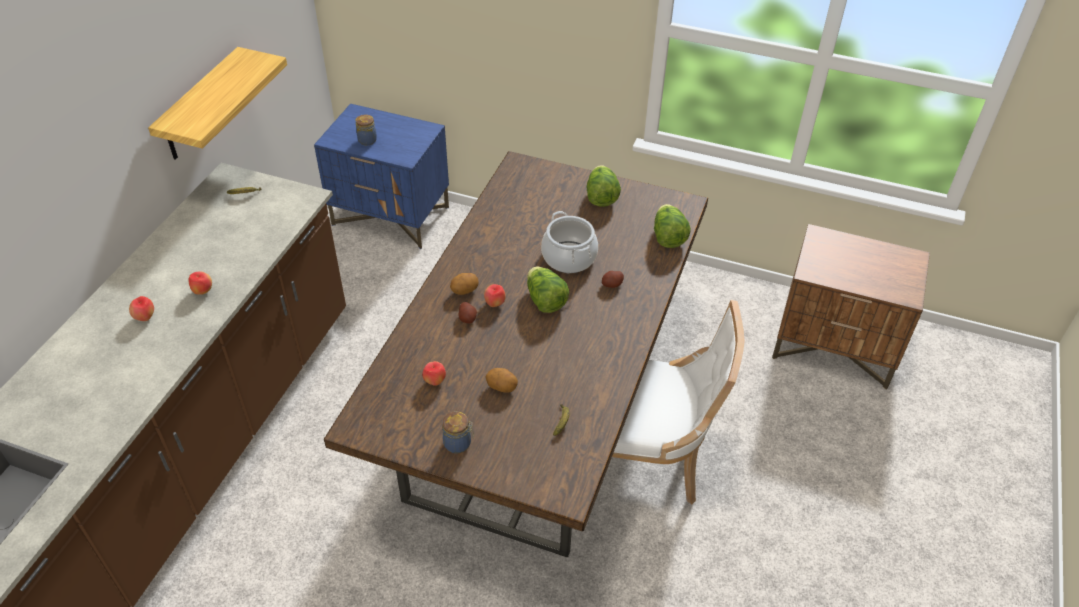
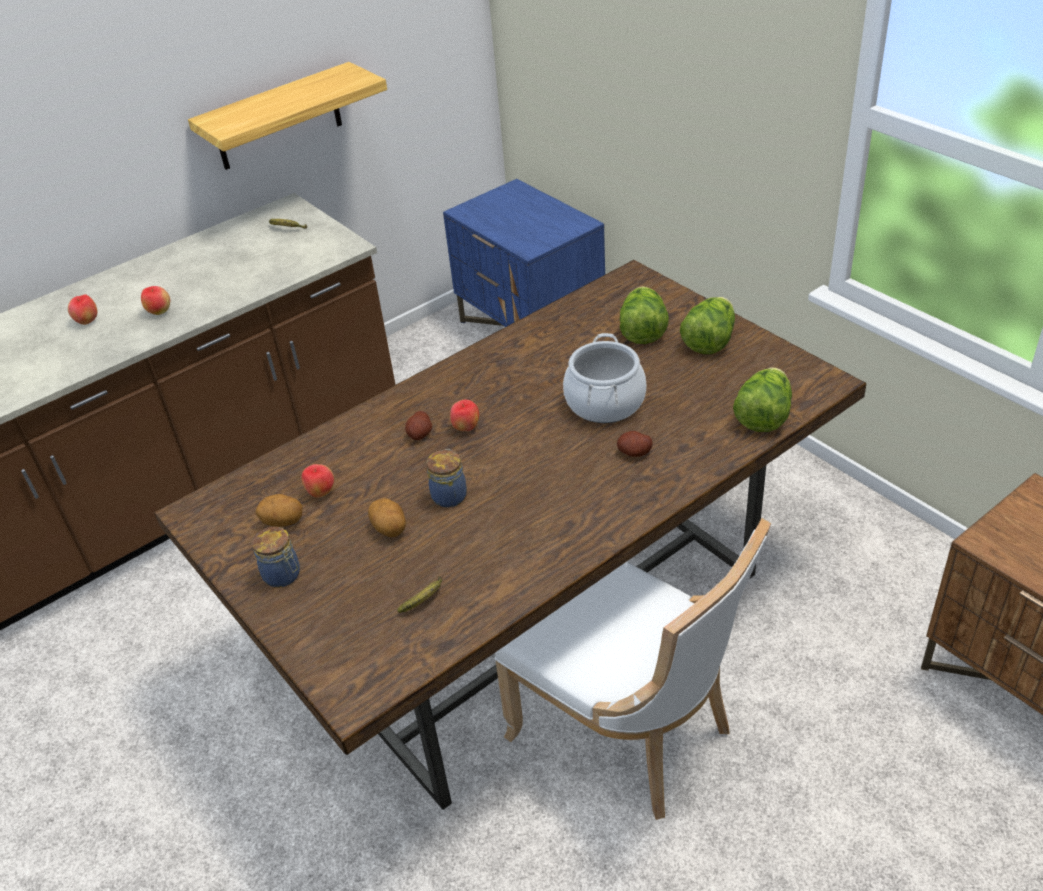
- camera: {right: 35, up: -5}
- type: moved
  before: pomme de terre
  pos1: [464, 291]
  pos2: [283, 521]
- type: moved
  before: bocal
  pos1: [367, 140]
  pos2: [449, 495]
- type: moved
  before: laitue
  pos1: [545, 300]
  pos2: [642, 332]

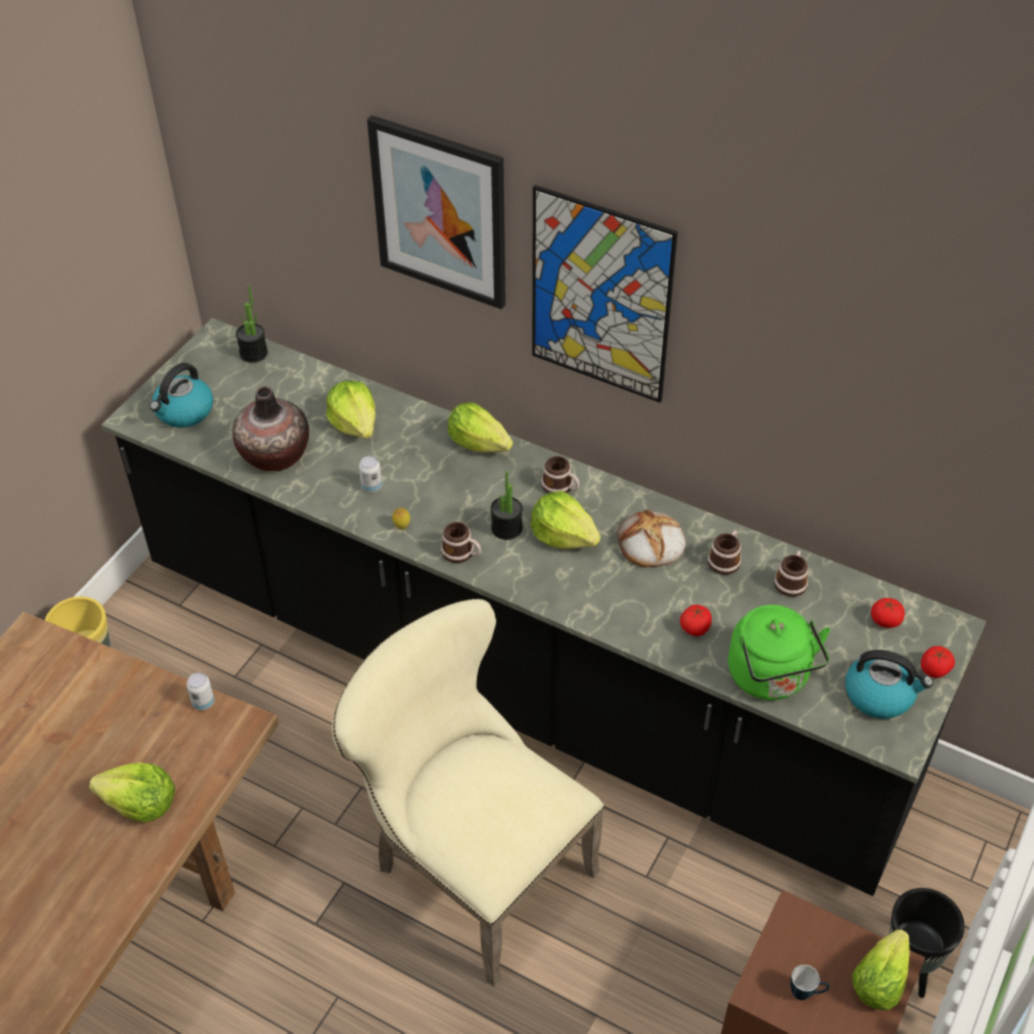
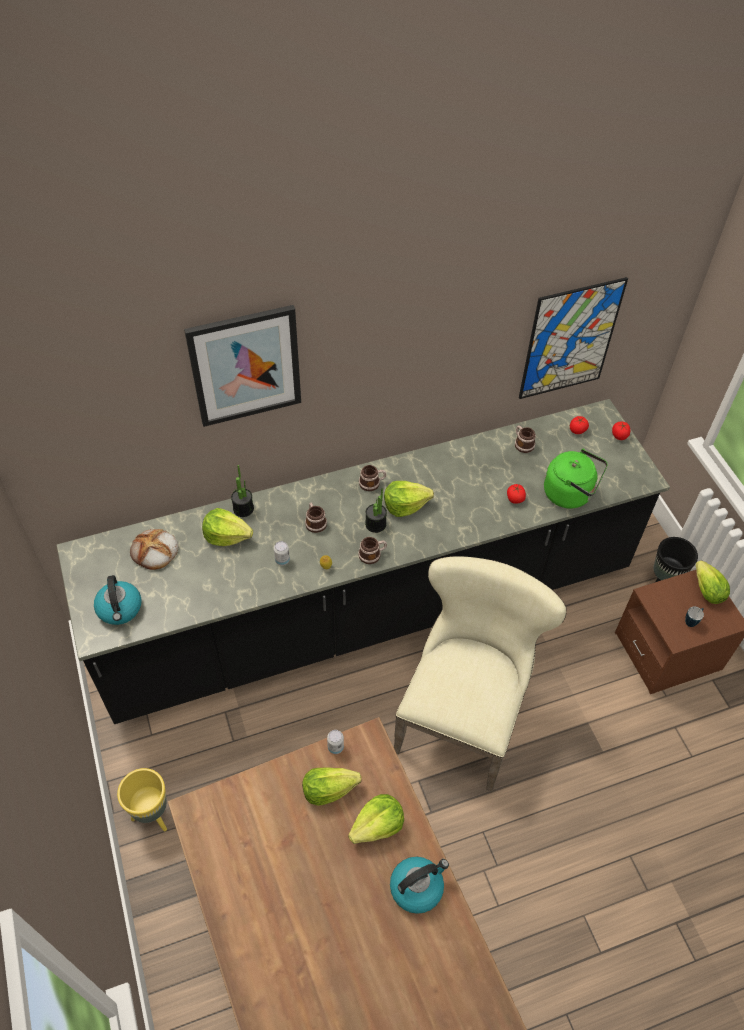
- camera: {right: -50, up: 5}
- type: moved
  before: pain
  pos1: [650, 543]
  pos2: [155, 551]
- type: moved
  before: plante en pot
  pos1: [253, 353]
  pos2: [243, 509]
- type: moved
  before: laitue
  pos1: [478, 443]
  pos2: [328, 789]
- type: moved
  before: mug
  pos1: [725, 559]
  pos2: [315, 522]
- type: moved
  before: bouilloire
  pos1: [880, 695]
  pos2: [417, 887]
- type: turned
  before: chaise/beige
  pos1: [472, 868]
  pos2: [463, 715]
  turn: 120
- type: moved
  before: tableau
  pos1: [600, 296]
  pos2: [570, 340]
- type: removed
  before: vase
  pos1: [274, 454]

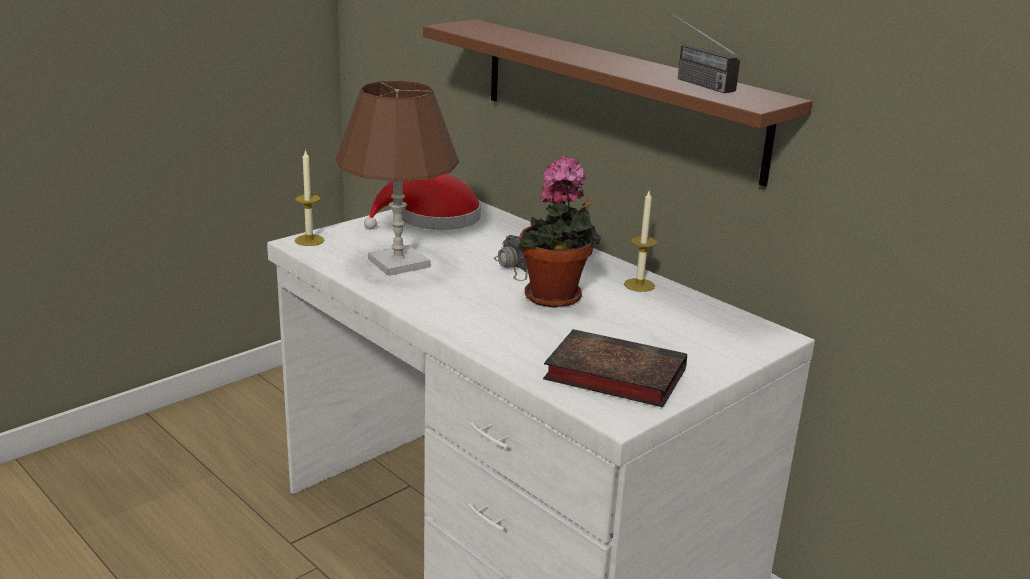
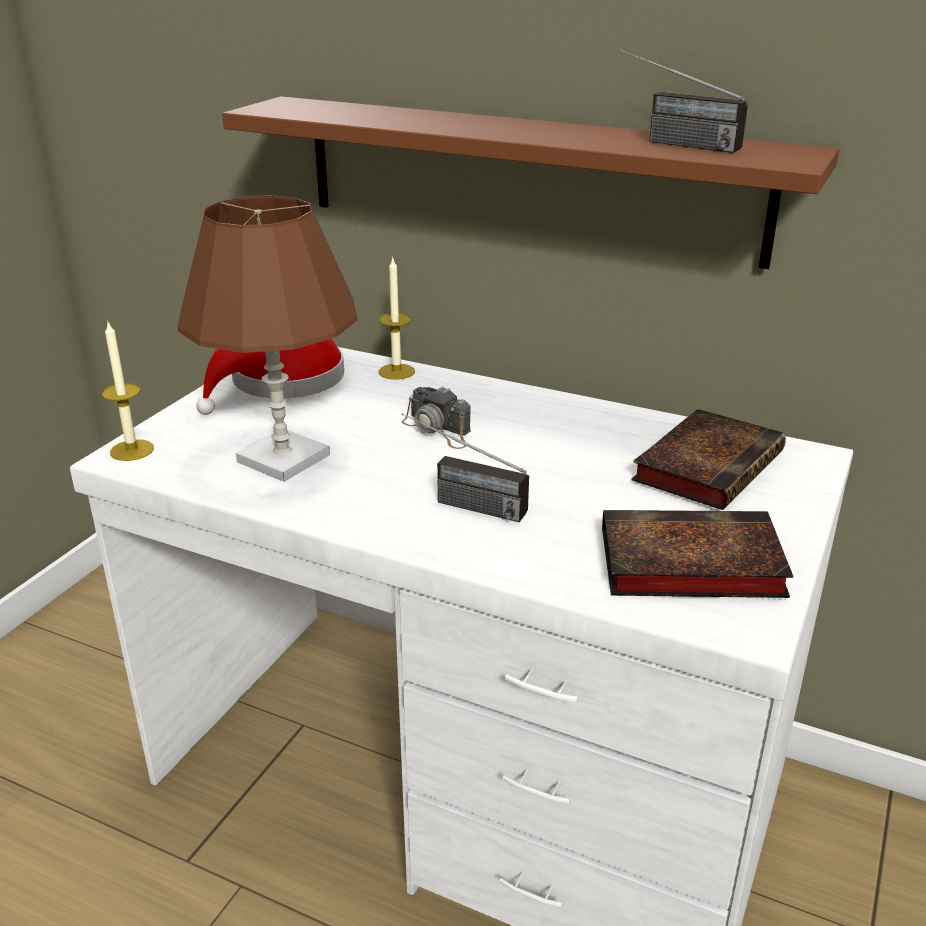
- camera: {right: -20, up: 5}
- type: moved
  before: bougie
  pos1: [639, 285]
  pos2: [396, 371]
- type: added
  after: radio
  pos2: [459, 503]
- type: added
  after: livre
  pos2: [708, 465]
- type: removed
  before: plante en pot
  pos1: [555, 299]

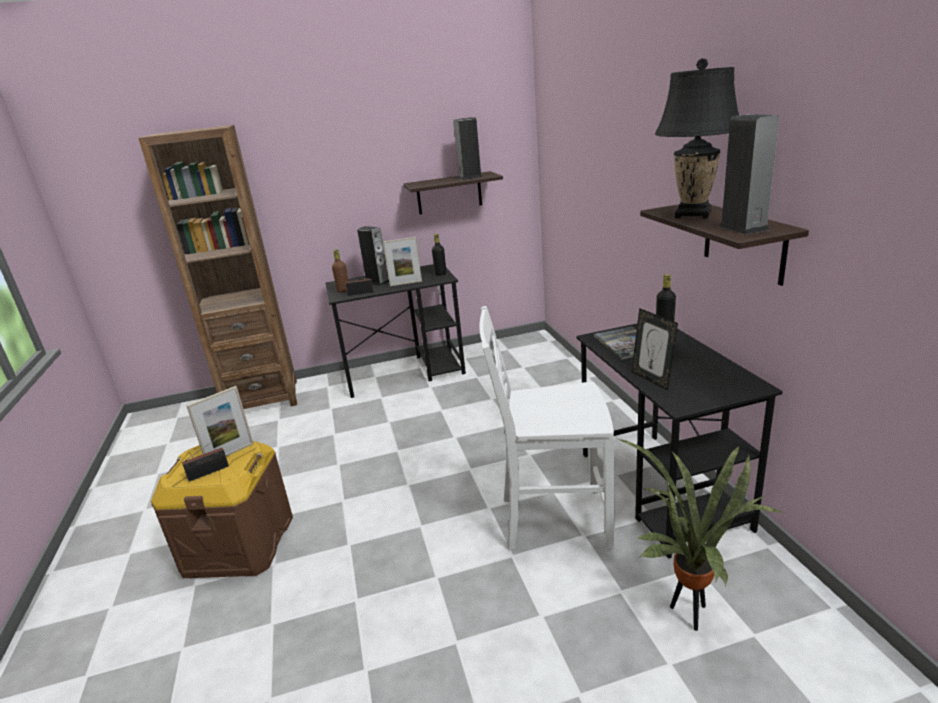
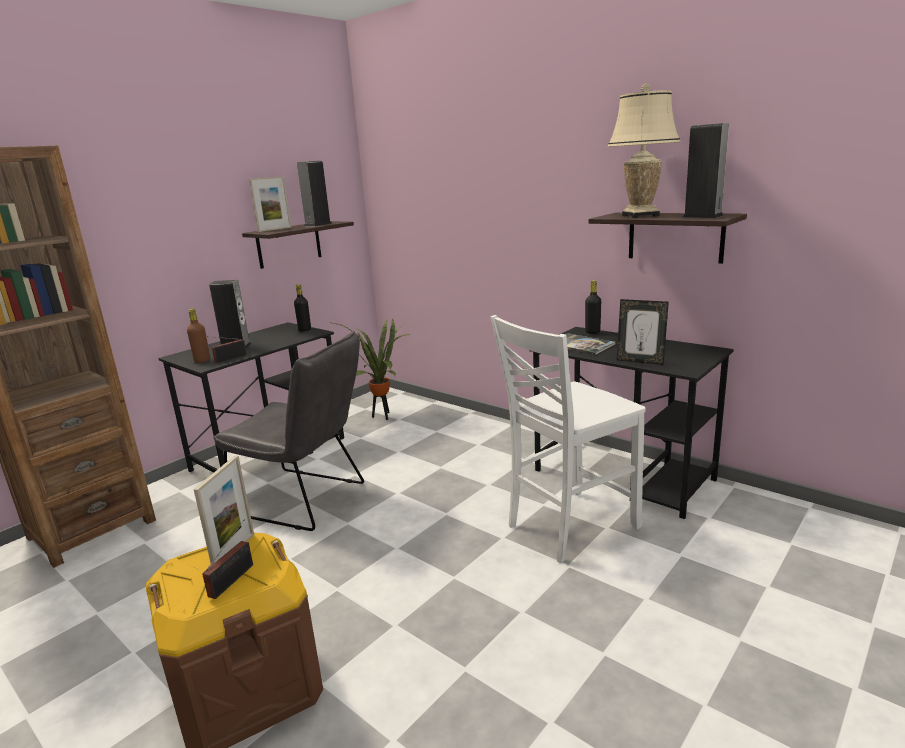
- camera: {right: -35, up: -5}
- type: added
  after: chaise/gris
  pos2: [305, 500]
- type: moved
  before: cadre photo
  pos1: [406, 283]
  pos2: [274, 229]
- type: moved
  before: plante en pot
  pos1: [688, 612]
  pos2: [381, 416]
- type: recoloured
  before: lampe de table/noir
  after: lampe de table/beige
  pos1: [692, 214]
  pos2: [640, 216]

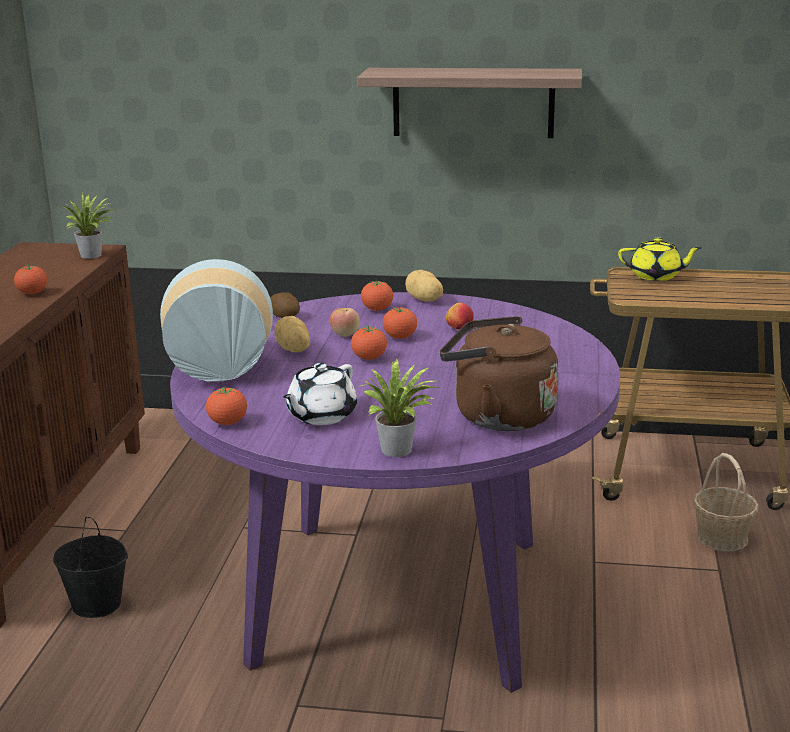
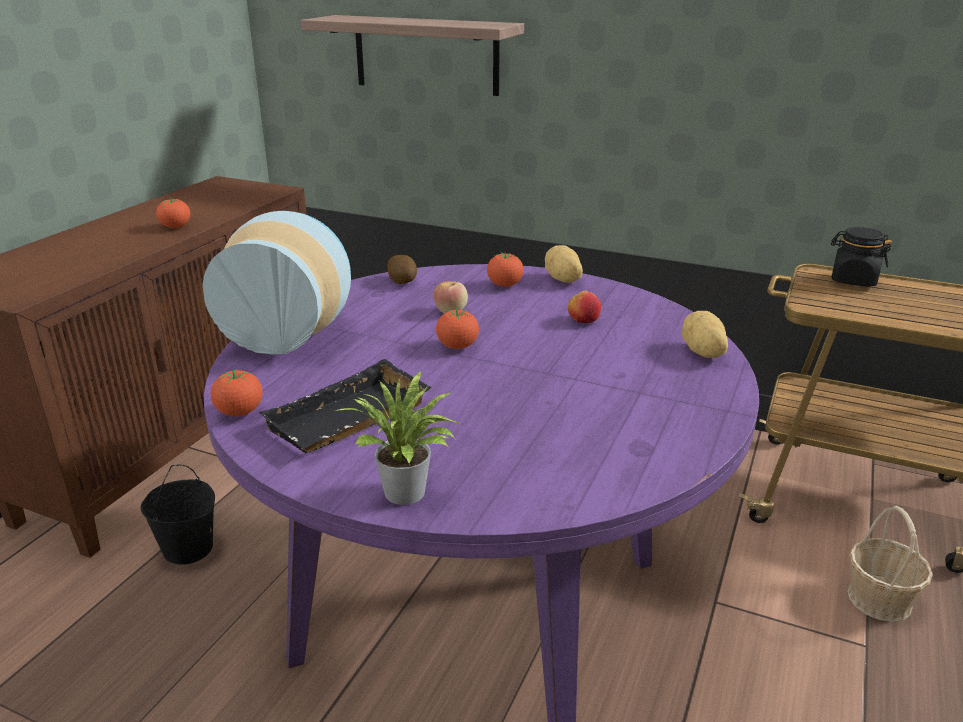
- camera: {right: 15, up: 5}
- type: replaced
  before: théière/blanc
  after: plateau/noir
  pos1: [320, 416]
  pos2: [349, 420]
- type: moved
  before: étagère
  pos1: [473, 102]
  pos2: [426, 55]
- type: moved
  before: pomme de terre
  pos1: [292, 350]
  pos2: [702, 353]
- type: replaced
  before: théière/jaune
  after: bocal/noir
  pos1: [656, 276]
  pos2: [853, 280]
- type: removed
  before: plante en pot
  pos1: [93, 256]
- type: removed
  before: tomate
  pos1: [400, 337]
- type: removed
  before: bouilloire/marron
  pos1: [497, 416]

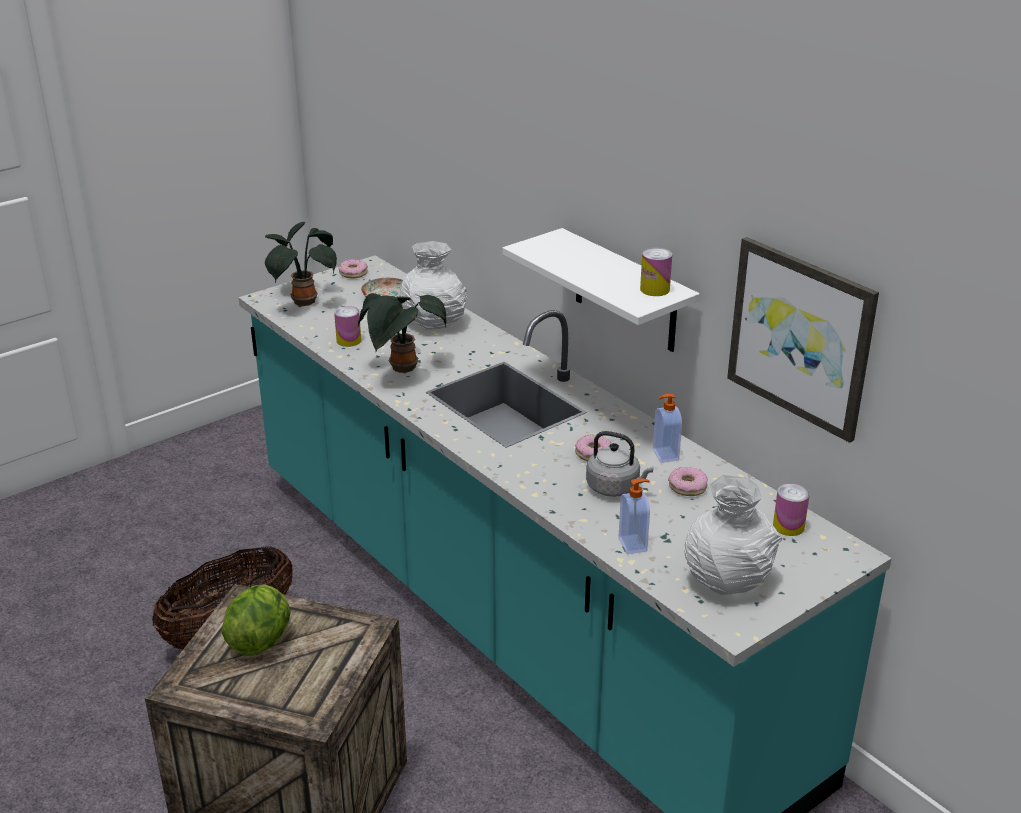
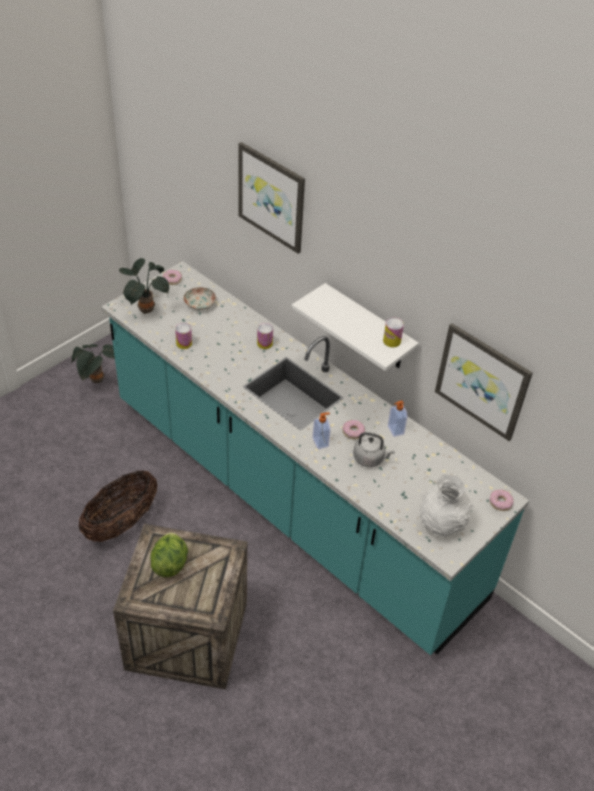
- camera: {right: -10, up: 15}
- type: moved
  before: plante en pot
  pos1: [402, 369]
  pos2: [96, 380]
- type: added
  after: tableau
  pos2: [272, 197]
- type: moved
  before: boîte métallique
  pos1: [788, 526]
  pos2: [264, 343]
- type: moved
  before: distributeur de savon
  pos1: [633, 544]
  pos2: [321, 442]
- type: moved
  before: beignet
  pos1: [687, 487]
  pos2: [500, 502]
- type: removed
  before: vase/blanc
  pos1: [435, 323]

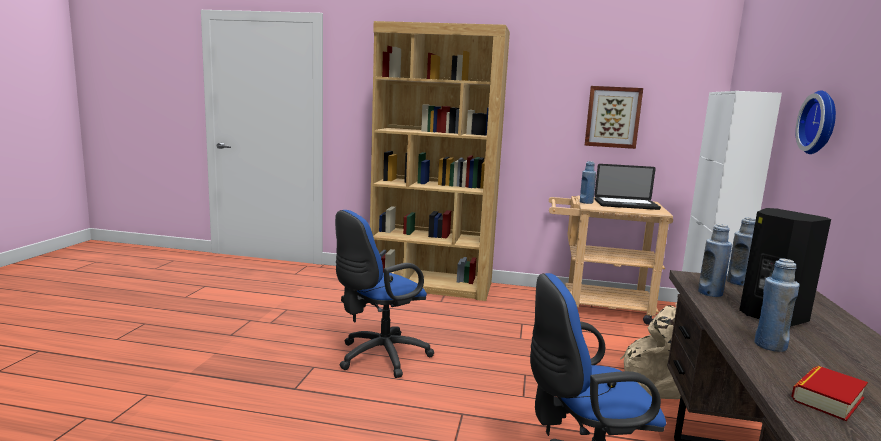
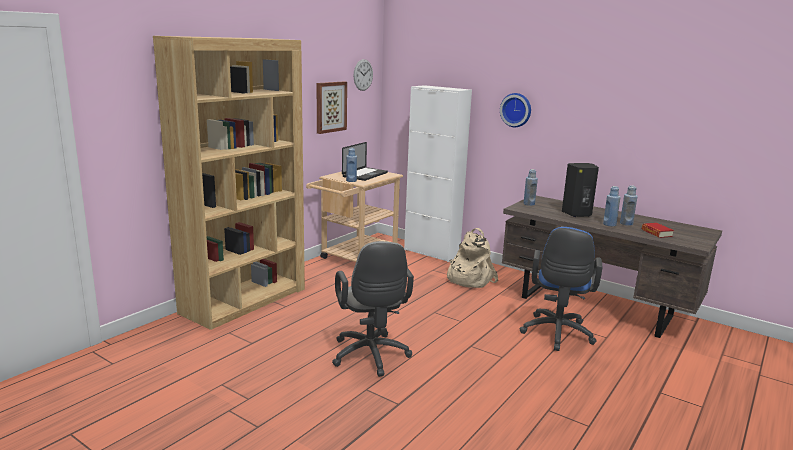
- camera: {right: -65, up: 5}
- type: recoloured
  before: chaise de bureau/bleu
  after: chaise de bureau/gris
  pos1: [378, 357]
  pos2: [371, 357]
- type: added
  after: horloge murale
  pos2: [363, 75]
- type: moved
  before: bouteille/bleu
  pos1: [710, 293]
  pos2: [626, 223]

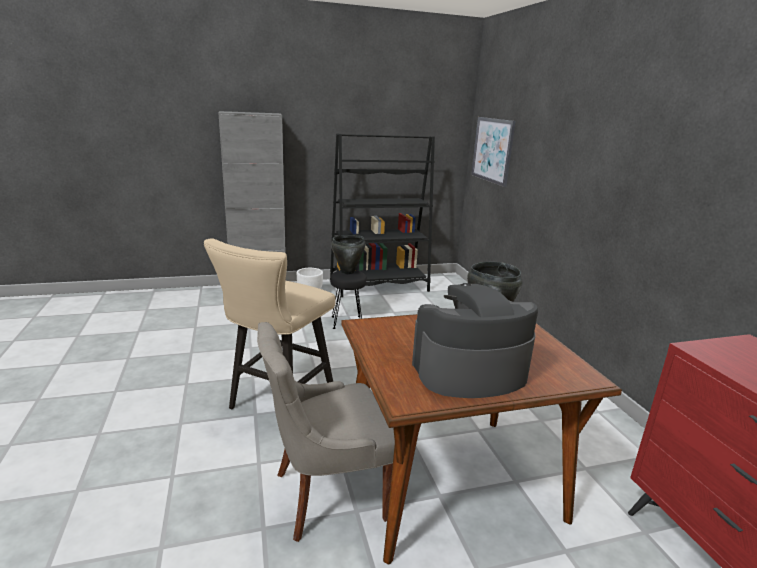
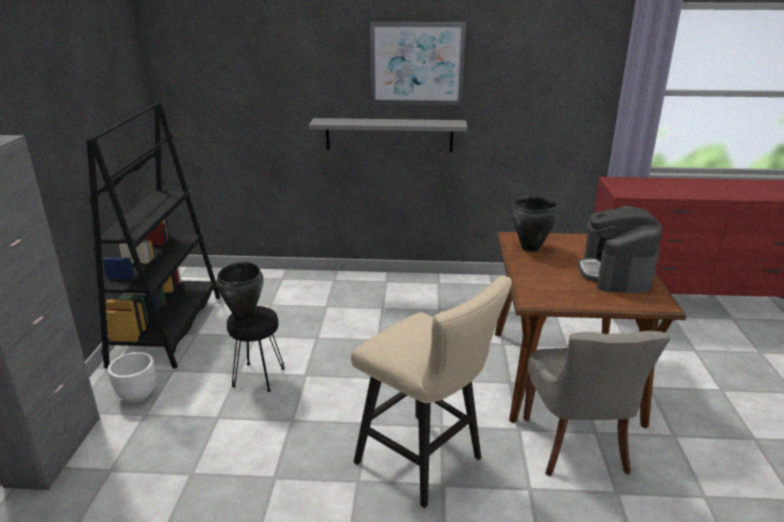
- camera: {right: -70, up: 5}
- type: added
  after: étagère/gris
  pos2: [389, 135]
- type: moved
  before: tableau
  pos1: [492, 150]
  pos2: [417, 63]

